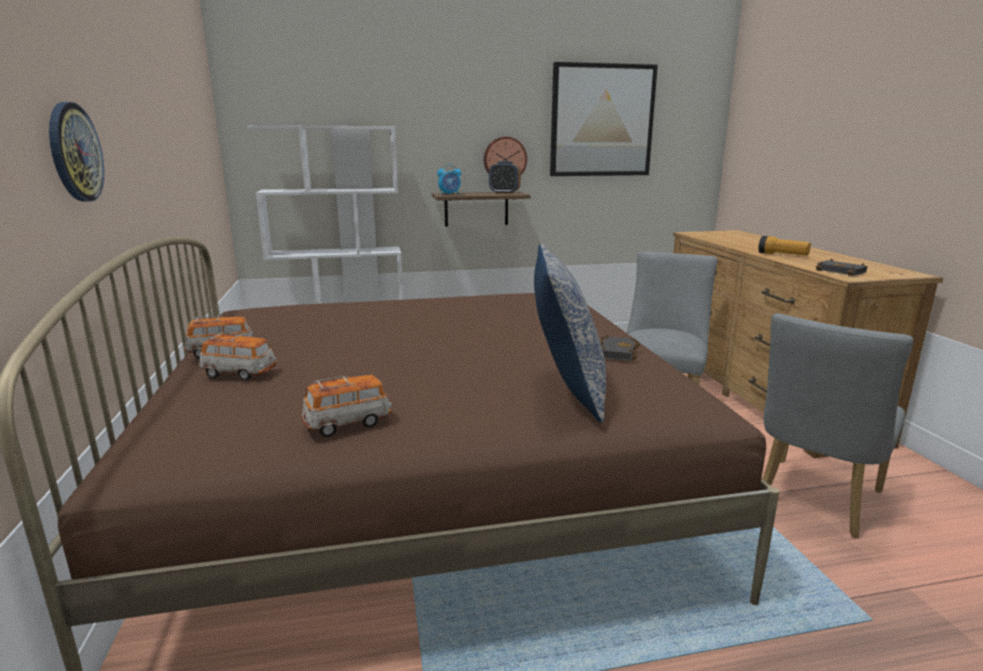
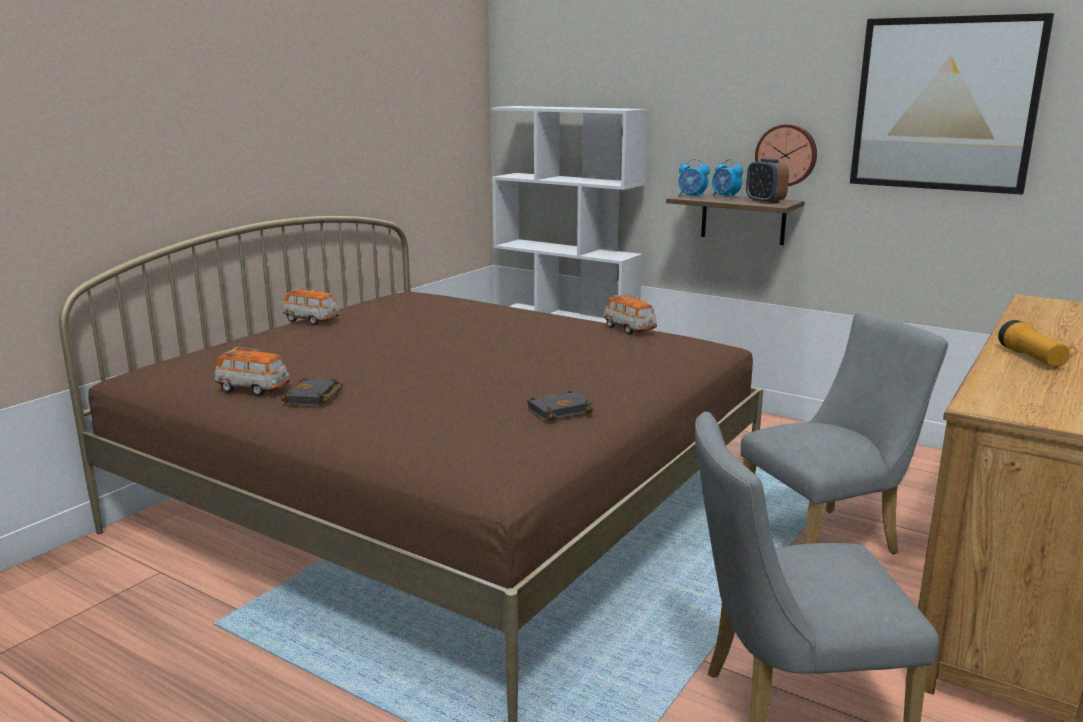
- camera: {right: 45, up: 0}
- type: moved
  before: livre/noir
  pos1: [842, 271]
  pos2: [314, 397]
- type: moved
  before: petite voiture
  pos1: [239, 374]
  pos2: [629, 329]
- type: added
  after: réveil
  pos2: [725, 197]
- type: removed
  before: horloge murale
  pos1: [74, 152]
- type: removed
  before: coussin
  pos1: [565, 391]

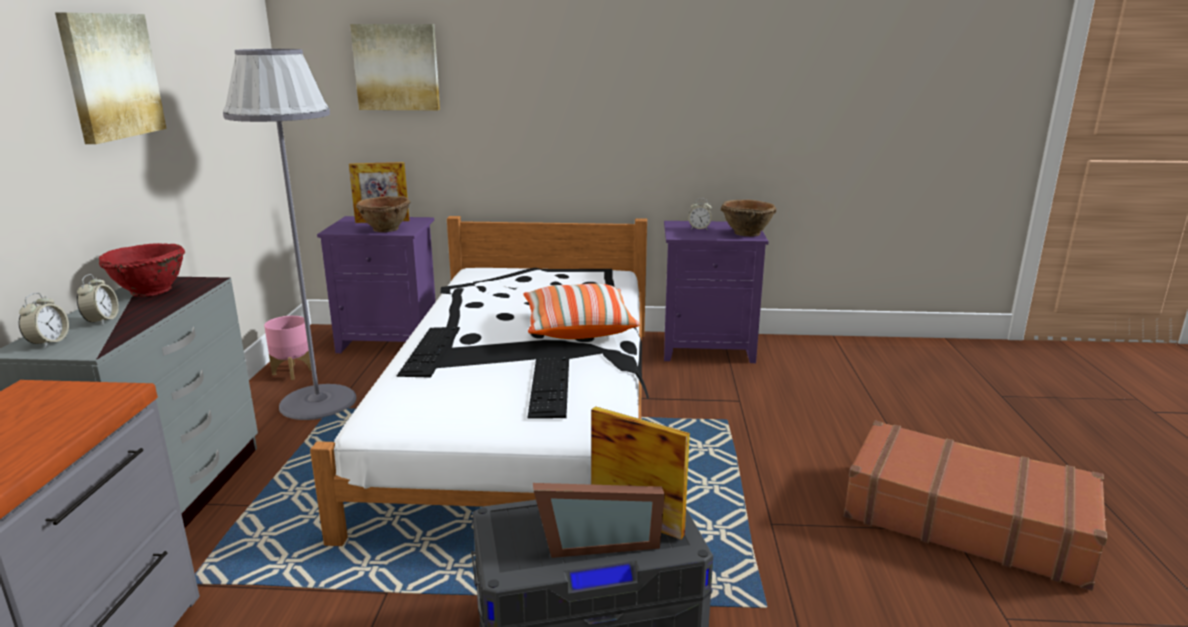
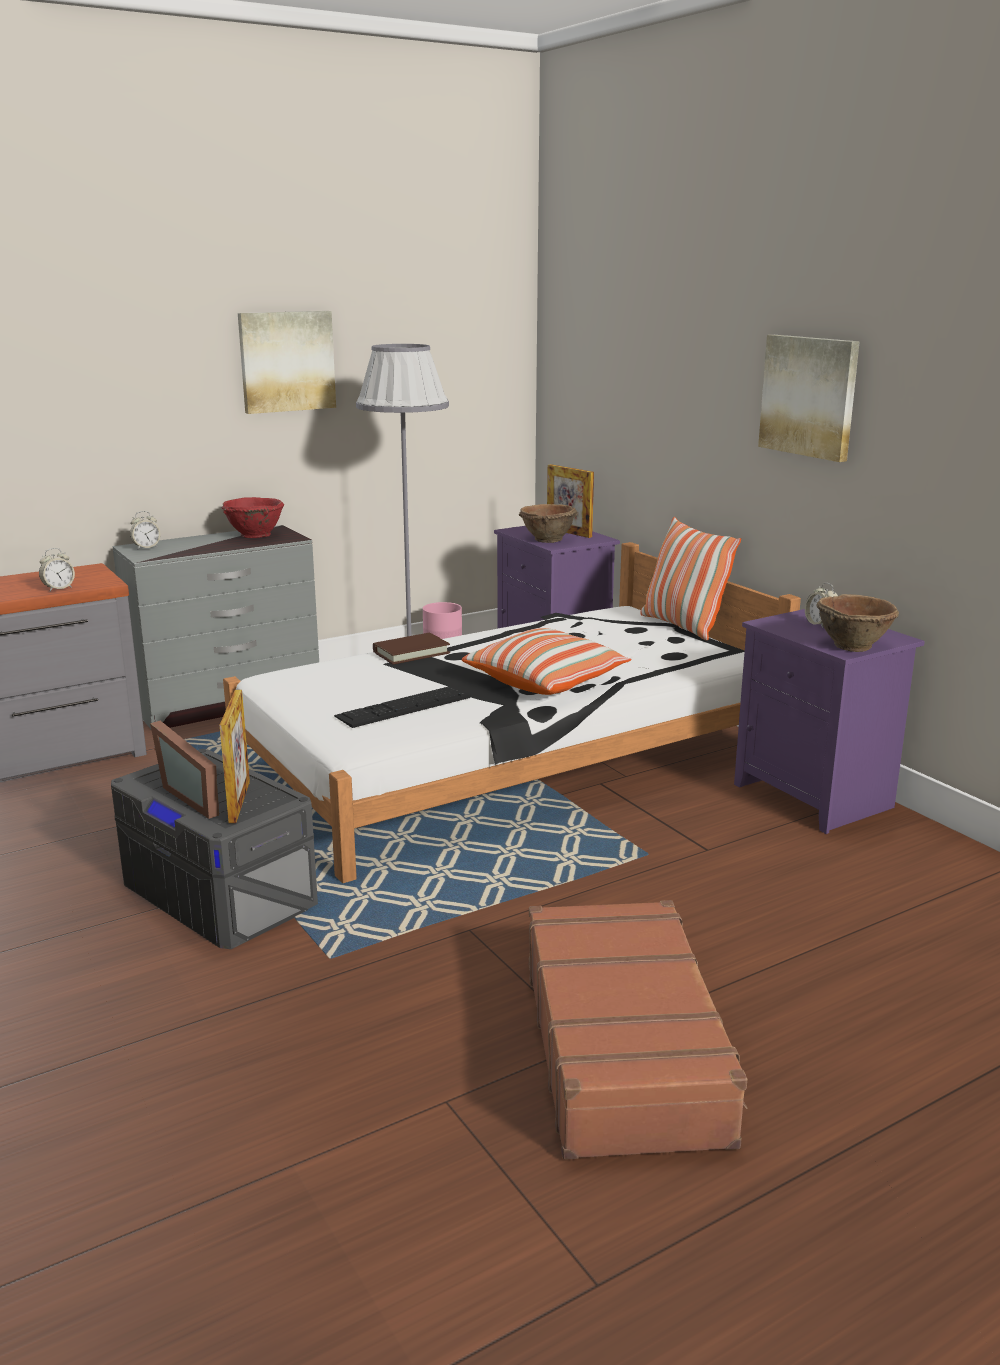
- camera: {right: 55, up: 0}
- type: moved
  before: réveil
  pos1: [102, 321]
  pos2: [58, 588]
- type: replaced
  before: clavier
  after: livre/marron
  pos1: [430, 351]
  pos2: [411, 652]
- type: added
  after: coussin
  pos2: [683, 626]
- type: moved
  before: tableau
  pos1: [397, 67]
  pos2: [810, 396]

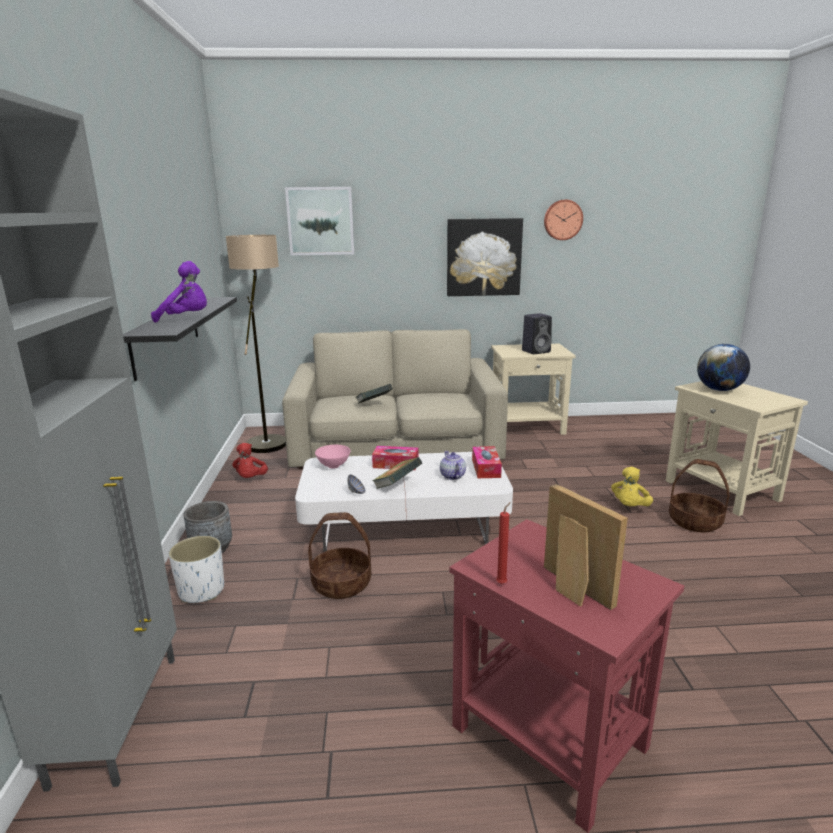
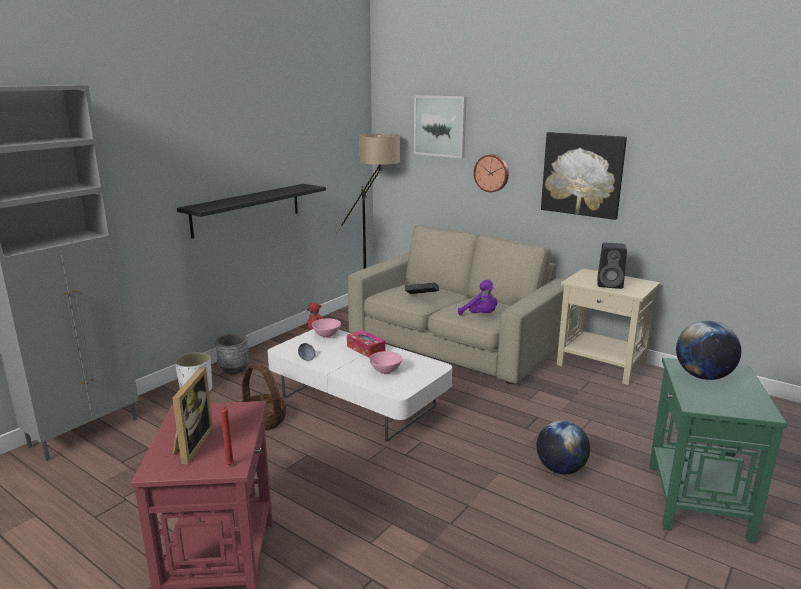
- camera: {right: 40, up: 0}
- type: moved
  before: bougie/rouge
  pos1: [502, 583]
  pos2: [231, 465]
- type: replaced
  before: théière
  after: bol/rose
  pos1: [452, 476]
  pos2: [385, 372]
- type: moved
  before: peluche/violet
  pos1: [187, 319]
  pos2: [480, 315]
- type: moved
  before: horloge murale
  pos1: [562, 220]
  pos2: [492, 173]
- type: replaced
  before: peluche/jaune
  after: globe
  pos1: [629, 507]
  pos2: [560, 469]
- type: recoloured
  before: table d'appoint/beige
  after: table d'appoint/vert
  pos1: [721, 490]
  pos2: [696, 501]
- type: removed
  before: livre
  pos1: [397, 485]
- type: removed
  before: boîte à mouchoirs
  pos1: [486, 468]
- type: removed
  before: panier
  pos1: [695, 521]

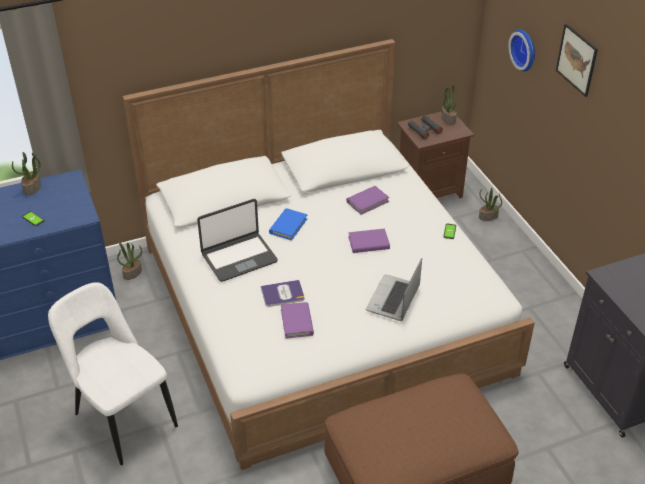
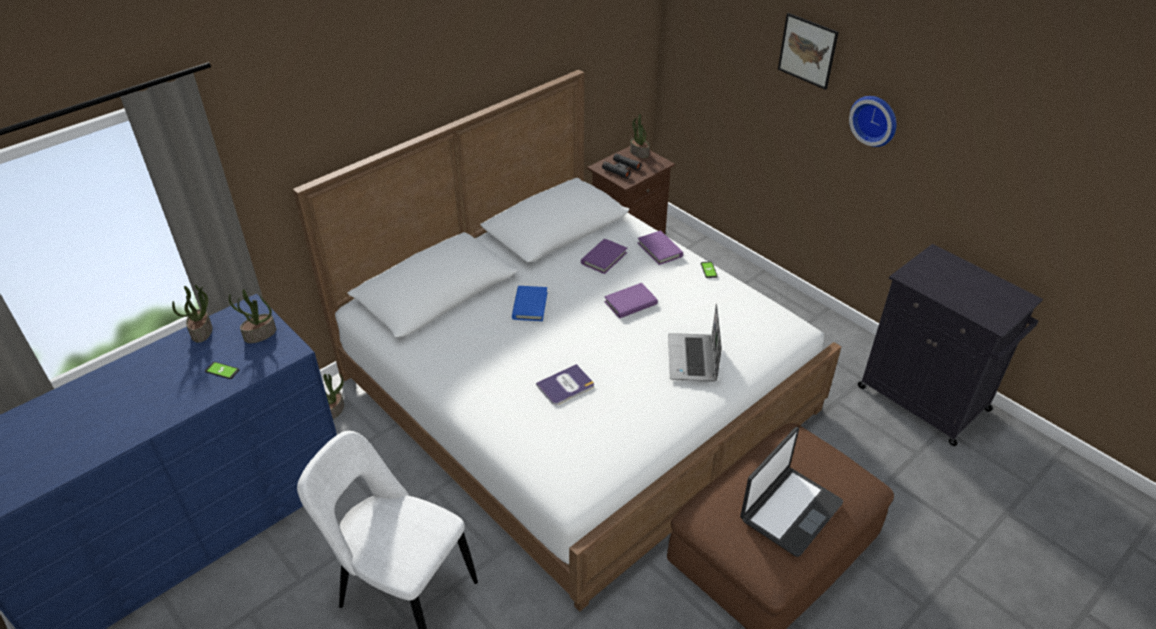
- camera: {right: -20, up: 0}
- type: moved
  before: plante en pot
  pos1: [488, 217]
  pos2: [260, 335]
- type: moved
  before: livre/violet
  pos1: [297, 322]
  pos2: [660, 250]
- type: moved
  before: ordinateur portable
  pos1: [238, 257]
  pos2: [790, 511]
- type: moved
  before: horloge murale
  pos1: [525, 49]
  pos2: [875, 119]

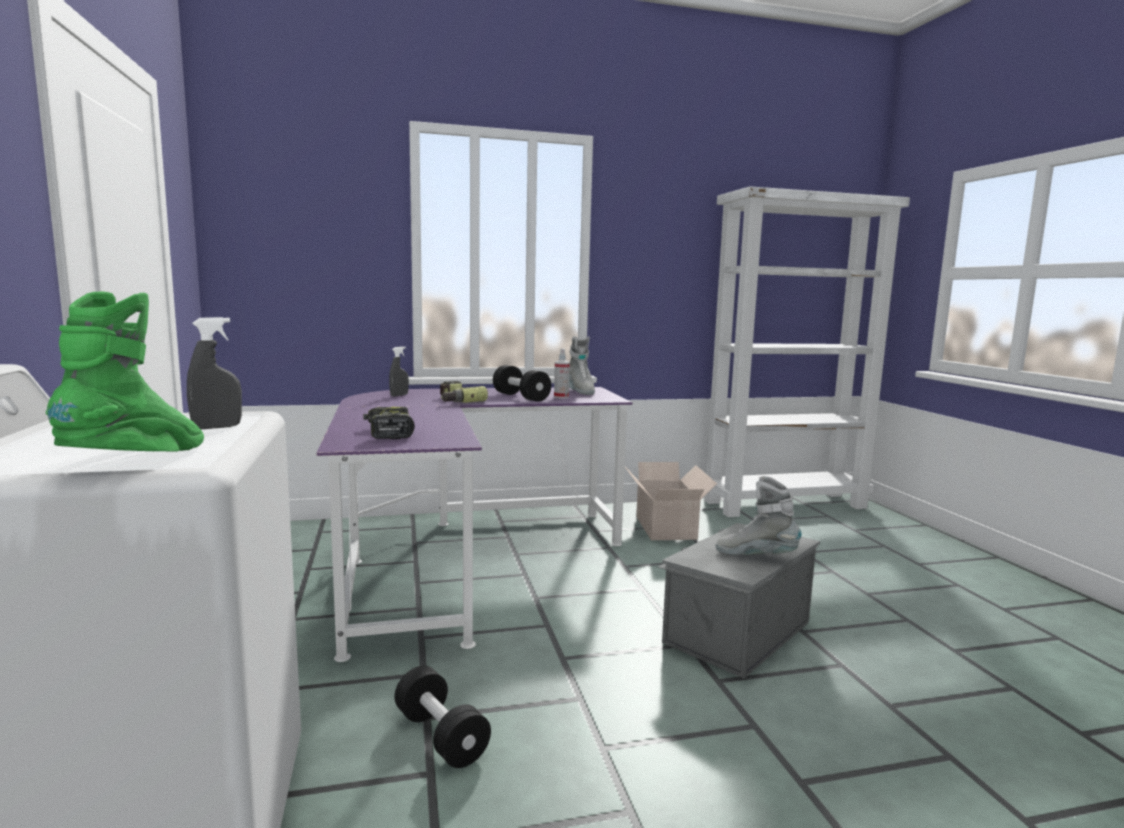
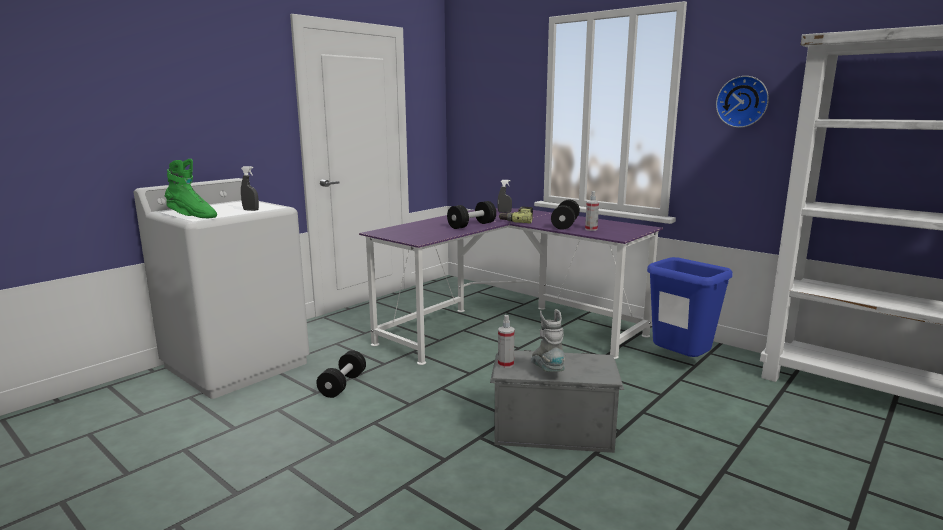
- camera: {right: 55, up: 5}
- type: turned
  before: botte/vert
  pos1: [140, 462]
  pos2: [192, 216]
  turn: 45
- type: added
  after: haltère/noir
  pos2: [472, 225]
- type: added
  after: vaporisateur
  pos2: [505, 364]
- type: replaced
  before: carton
  after: poubelle/bleu
  pos1: [665, 528]
  pos2: [679, 363]
- type: added
  after: horloge murale
  pos2: [743, 101]
- type: removed
  before: perceuse
  pos1: [388, 432]
- type: removed
  before: botte/gris
  pos1: [580, 391]

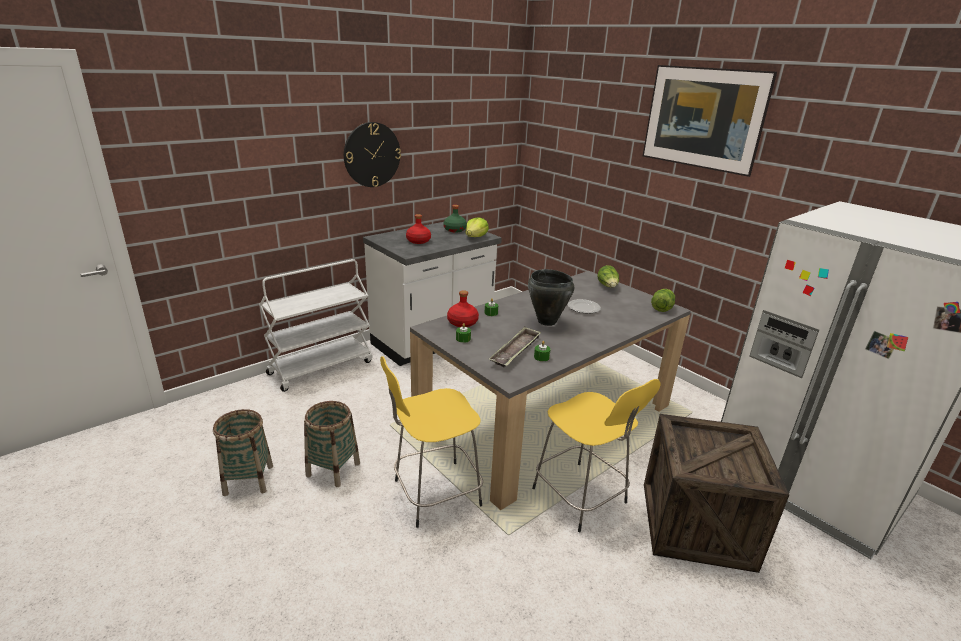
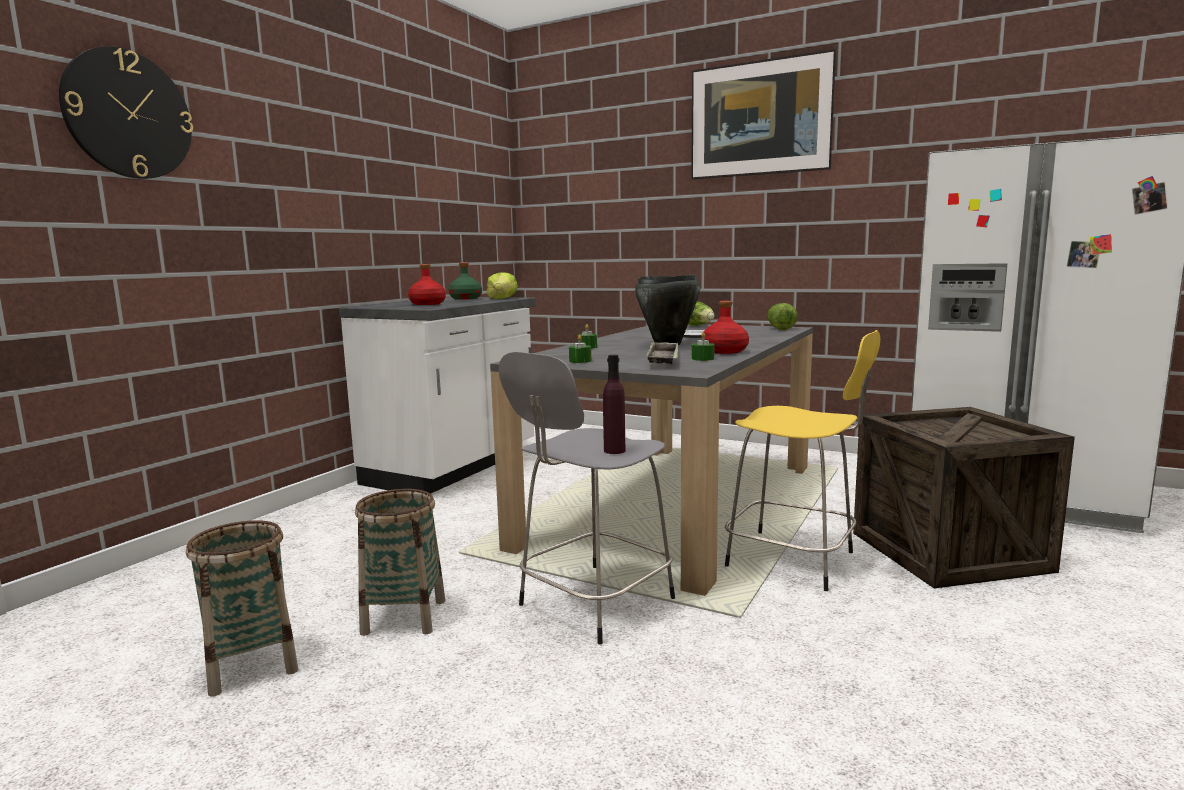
- camera: {right: -20, up: -15}
- type: moved
  before: horloge murale
  pos1: [372, 155]
  pos2: [128, 114]
- type: recoloured
  before: tabouret/jaune
  after: tabouret/gris
  pos1: [434, 494]
  pos2: [592, 604]
- type: added
  after: bouteille/violet
  pos2: [614, 451]
- type: moved
  before: bouteille/rouge
  pos1: [463, 322]
  pos2: [724, 351]
- type: removed
  before: chariot/blanc
  pos1: [321, 367]

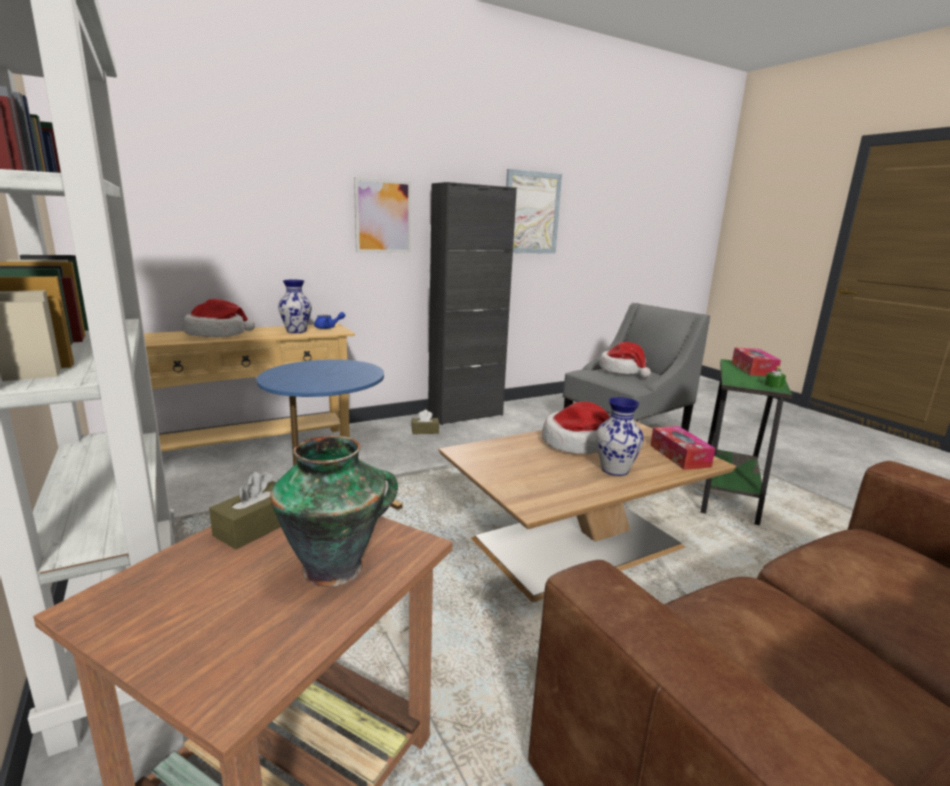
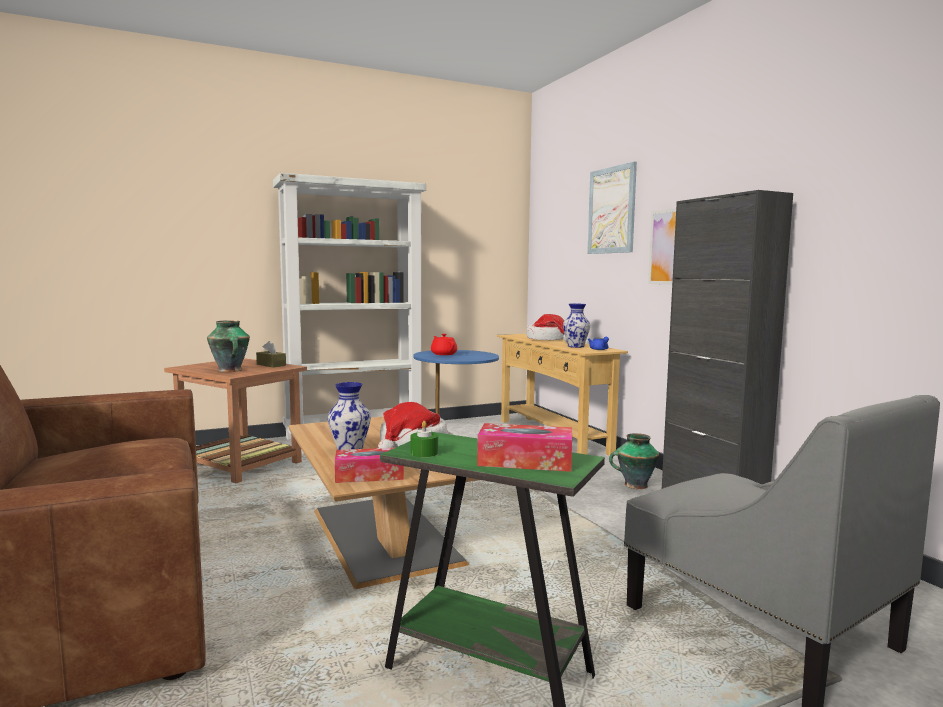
- camera: {right: 95, up: -10}
- type: added
  after: théière/rouge
  pos2: [443, 354]
- type: moved
  before: tableau
  pos1: [531, 213]
  pos2: [611, 210]
- type: replaced
  before: boîte à mouchoirs/marron
  after: vase
  pos1: [425, 431]
  pos2: [634, 485]
- type: removed
  before: chapeau
  pos1: [623, 370]

